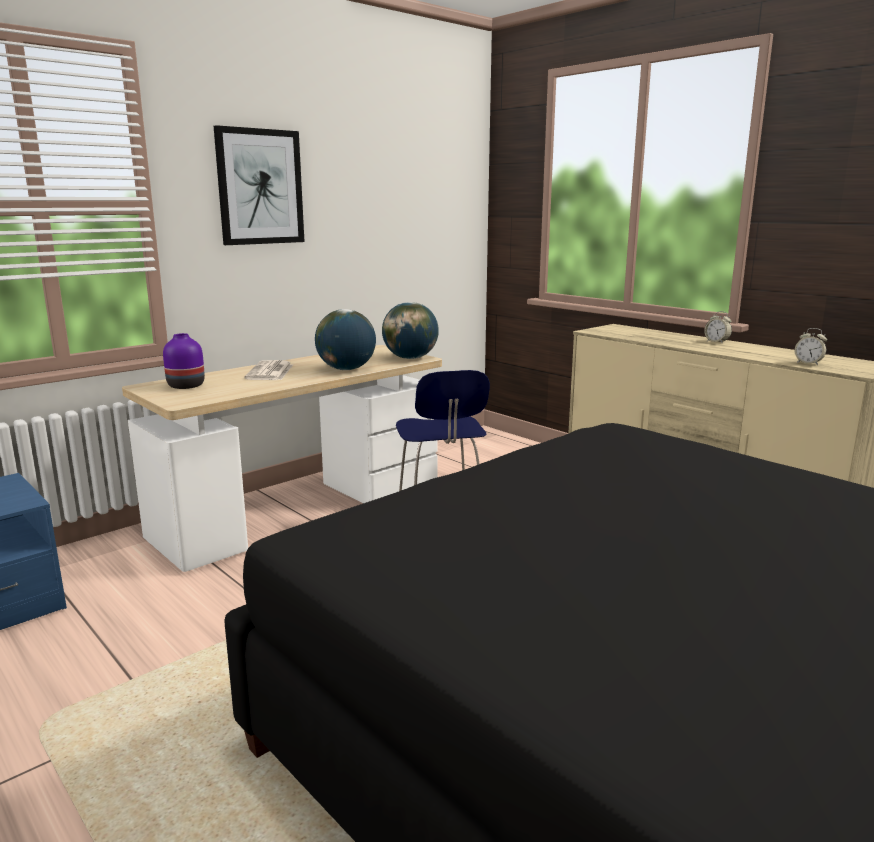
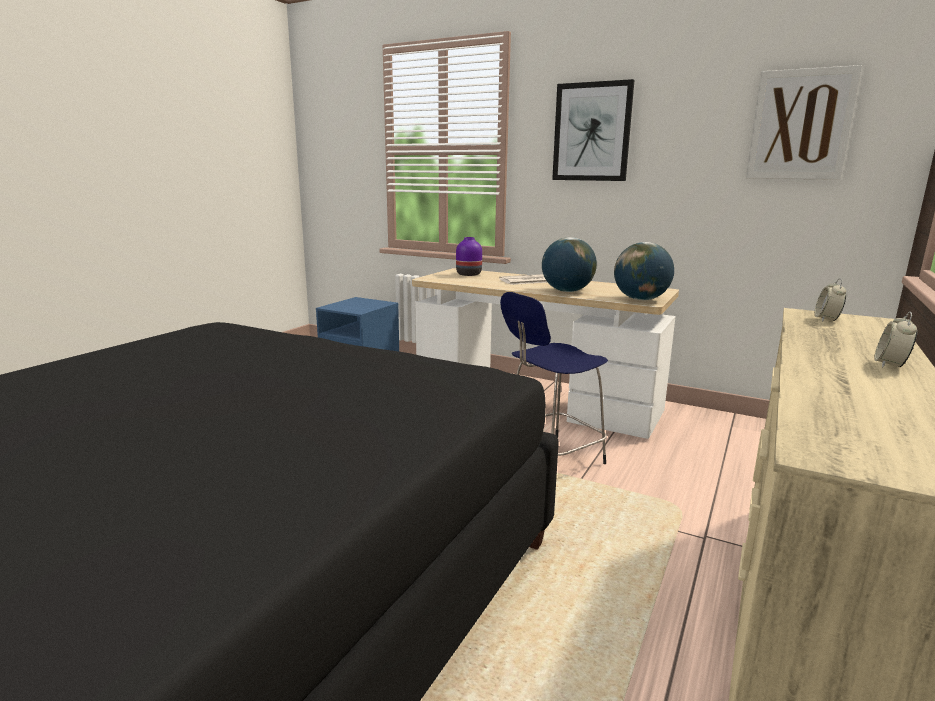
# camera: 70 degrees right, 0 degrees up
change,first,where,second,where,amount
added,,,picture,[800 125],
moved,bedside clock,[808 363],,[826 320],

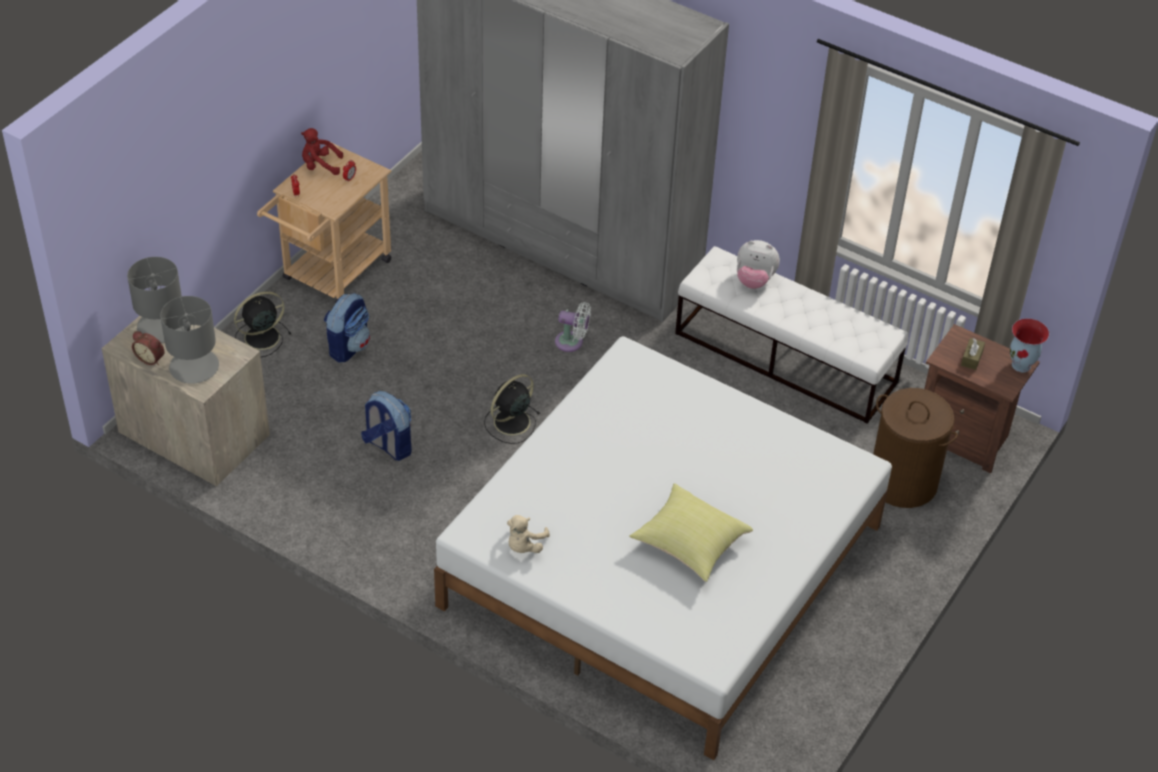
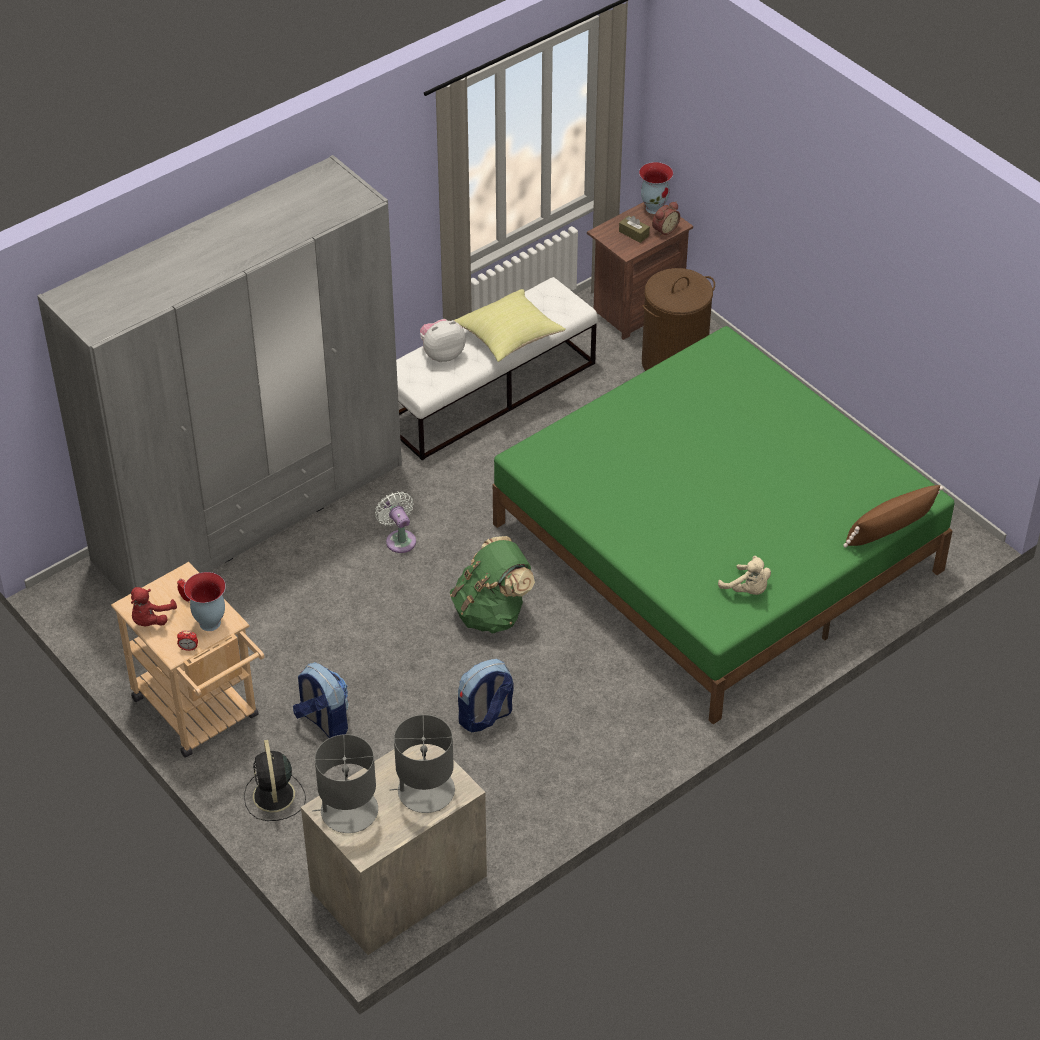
# camera: 70 degrees left, 0 degrees up
change,first,where,second,where,amount
added,,,decorative vase,[209 623],
turned,white cooling fan,[572 342],,[399 539],60 degrees counterclockwise
turned,plush toy,[754 280],,[442 354],150 degrees counterclockwise
replaced,black-coloured cooling fan,[510 423],greenish rucksack,[492 612],
moved,yellow-coloured cushion,[688 544],,[509 338],
recoloured,white bed,[662 565],greenish bed,[715 547],
moved,bedside clock,[151 358],,[664 229],
added,,,brown-coloured cushion,[889 529],

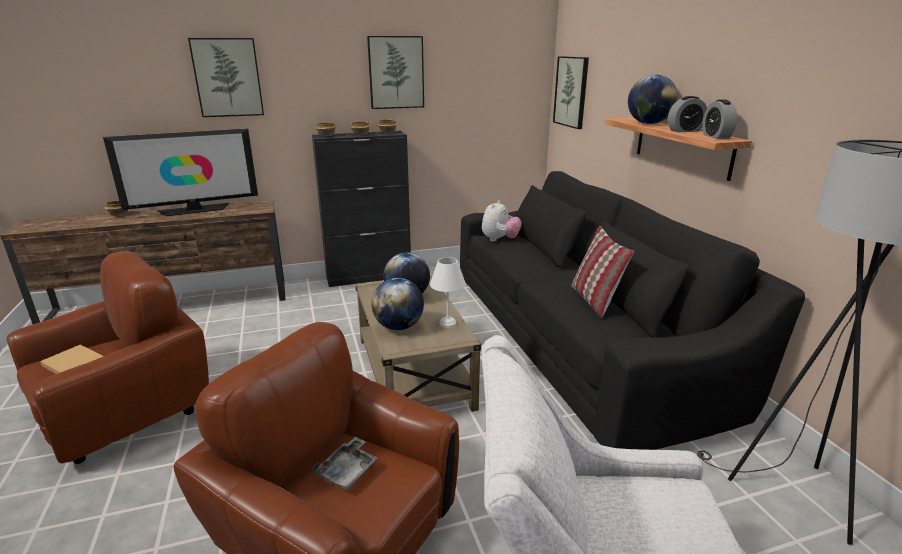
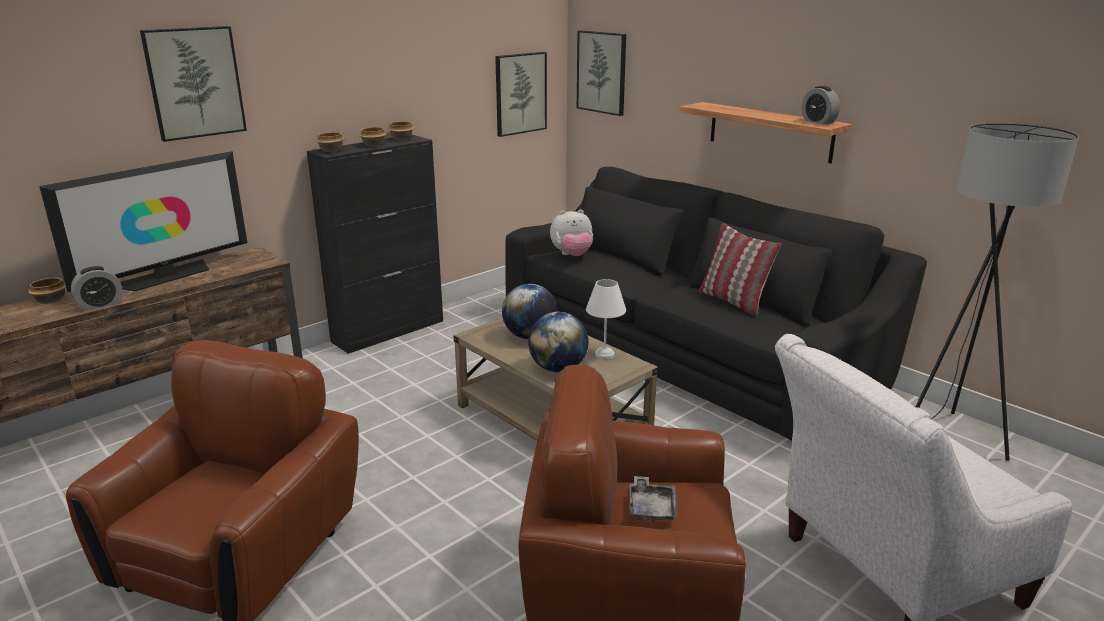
# camera: 25 degrees left, 0 degrees up
change,first,where,second,where,amount
moved,bedside clock,[685 131],,[100 305],
moved,picture,[396 72],,[520 93],
turned,plush toy,[499 240],,[572 255],75 degrees clockwise
removed,sand-coloured bound book,[73 363],,,
removed,world globe,[648 123],,,

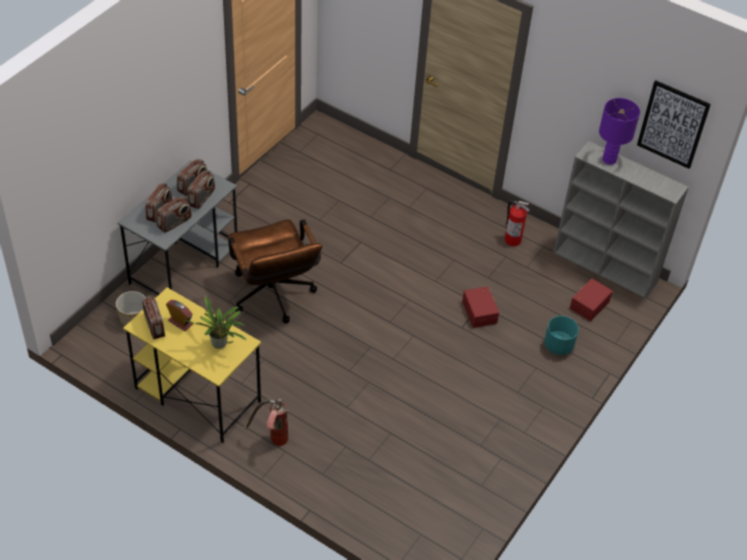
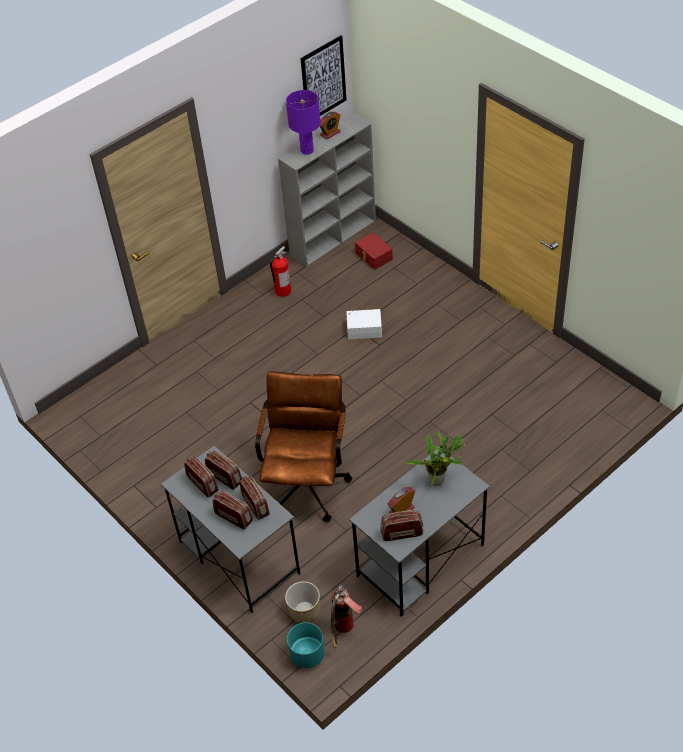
# camera: 70 degrees left, 0 degrees up
change,first,where,second,where,amount
turned,brown-coloured computer chair,[274 298],,[307 482],75 degrees counterclockwise
moved,turquoise flower pot,[558 345],,[307 655],
added,,,bedside clock,[330 133],
moved,fire extinguisher,[272 440],,[344 631],
recoloured,red storage box,[480 312],white storage box,[364 328],
recoloured,yellow-coloured desk table,[197 394],grey desk table,[420 561],

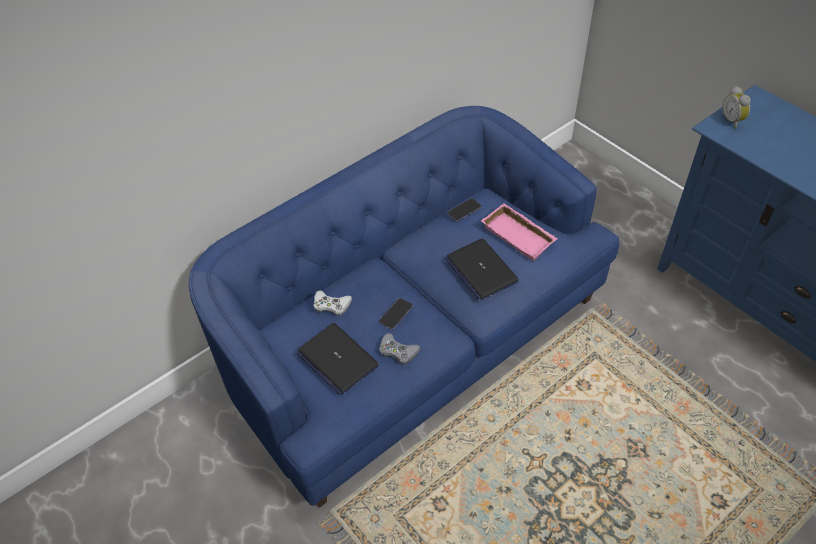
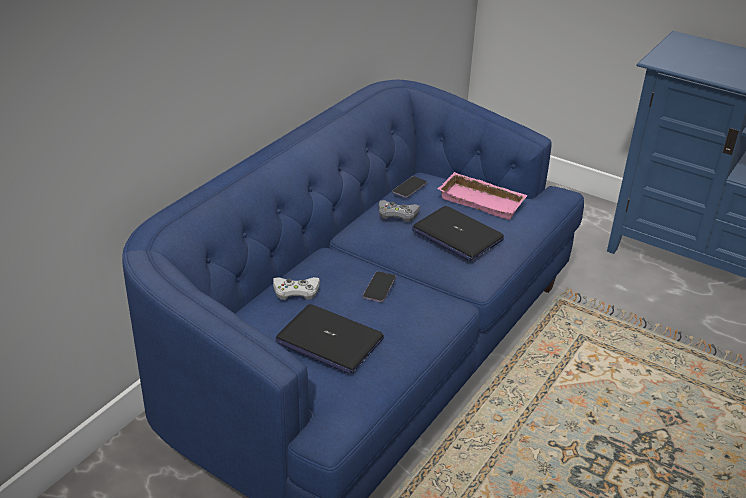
# camera: 20 degrees left, 15 degrees down
change,first,where,second,where,amount
moved,grey joypad,[398 351],,[397 214],
removed,bedside clock,[732 120],,,

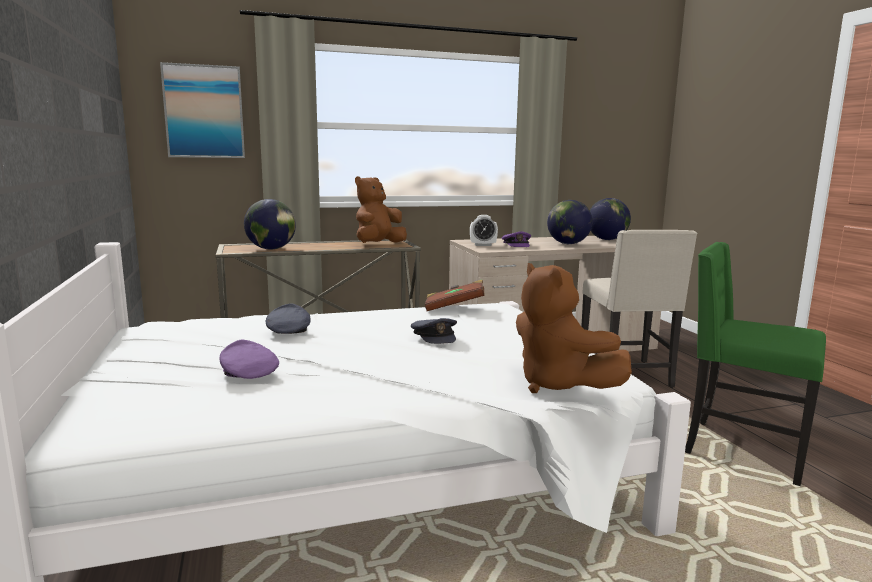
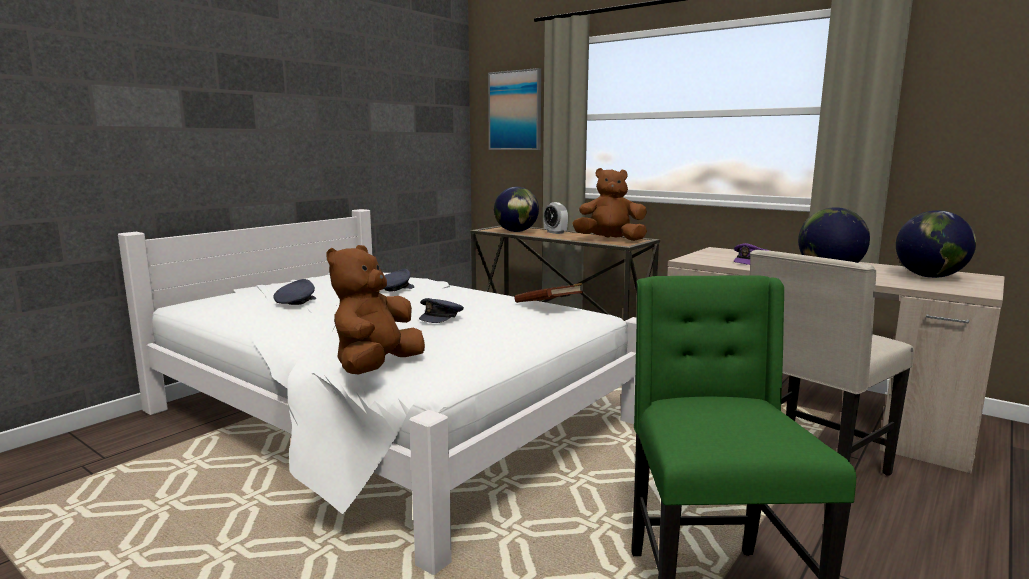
# camera: 55 degrees right, 0 degrees up
change,first,where,second,where,amount
recoloured,purplish peaked cap,[248 373],grey peaked cap,[295 302],
moved,bedside clock,[483 245],,[555 232],

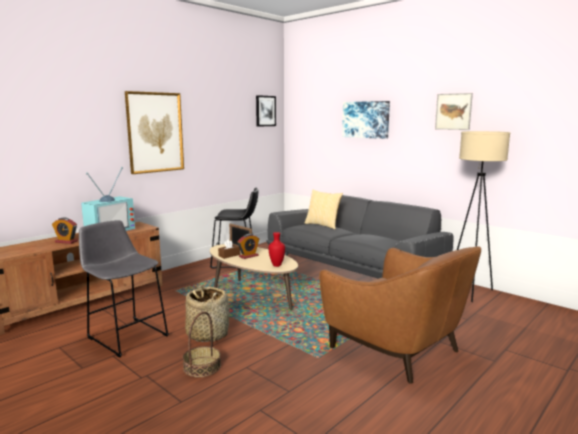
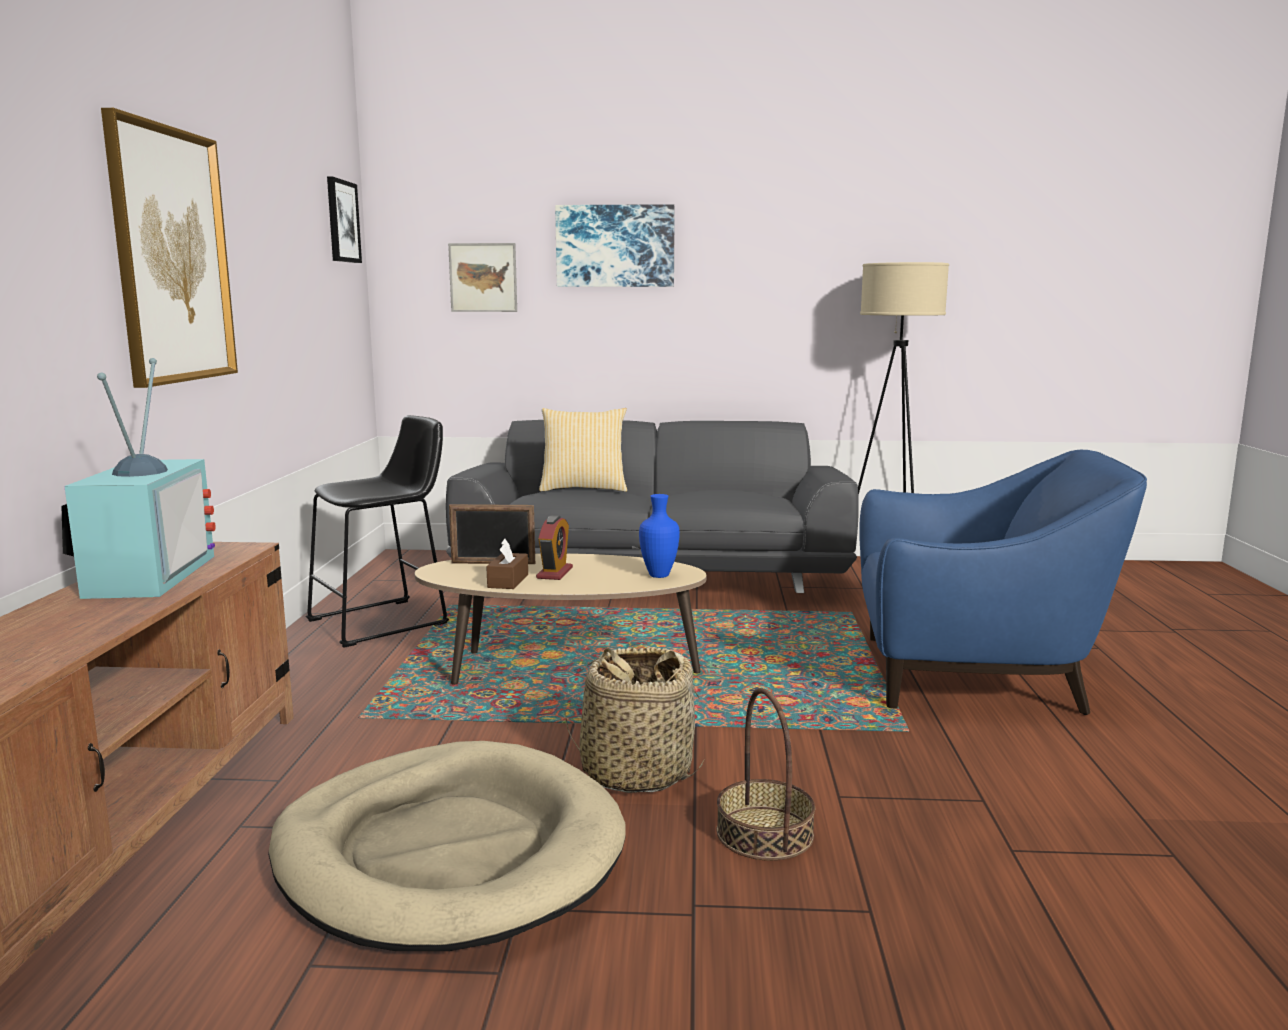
# camera: 40 degrees left, 0 degrees up
change,first,where,second,where,amount
replaced,grey sitting stool,[126 335],sand-coloured pet bed,[449 853],
moved,picture,[453 111],,[483 277],
recoloured,red decorative vase,[276 265],blue decorative vase,[659 576],
recoloured,brown-coloured armchair,[396 349],blue armchair,[973 676],
removed,bedside clock,[66 241],,,

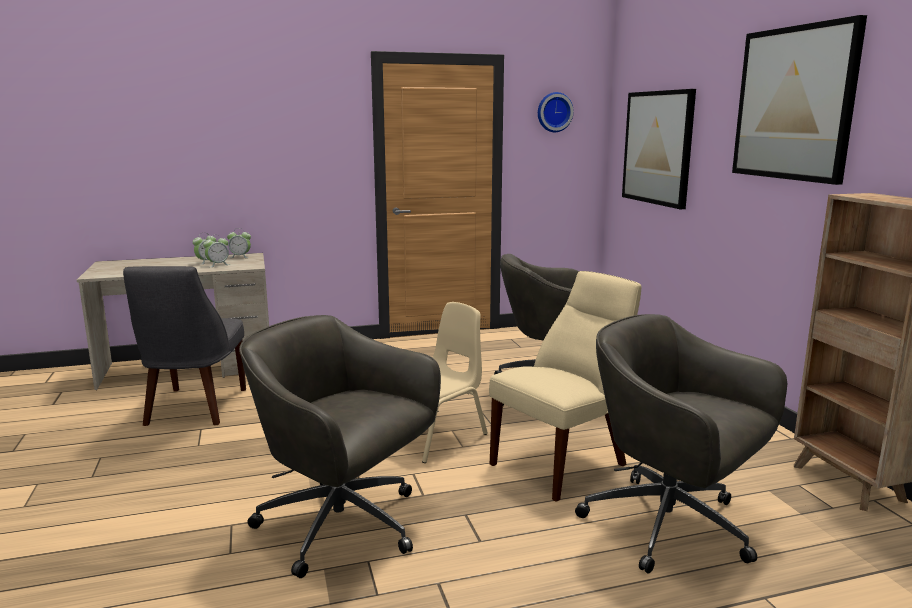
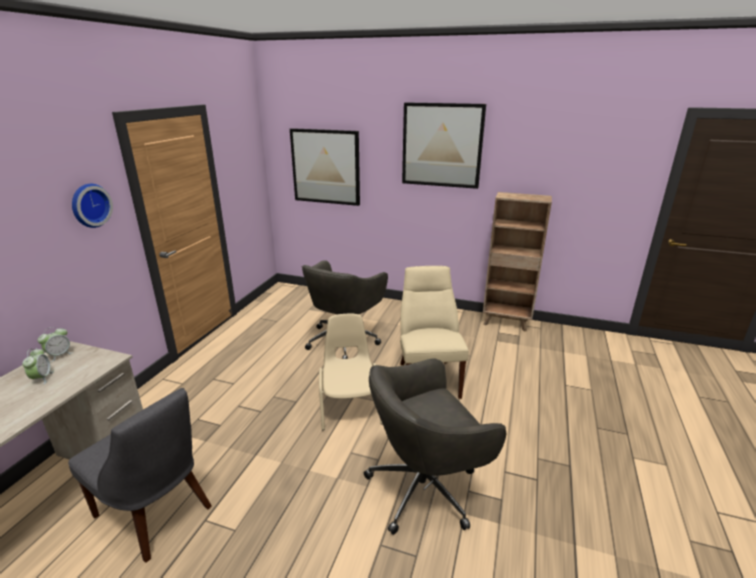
# camera: 55 degrees left, 10 degrees up
change,first,where,second,where,amount
moved,wall clock,[554 112],,[89 205],
removed,bedside clock,[217 265],,,
removed,grey computer chair,[671 527],,,

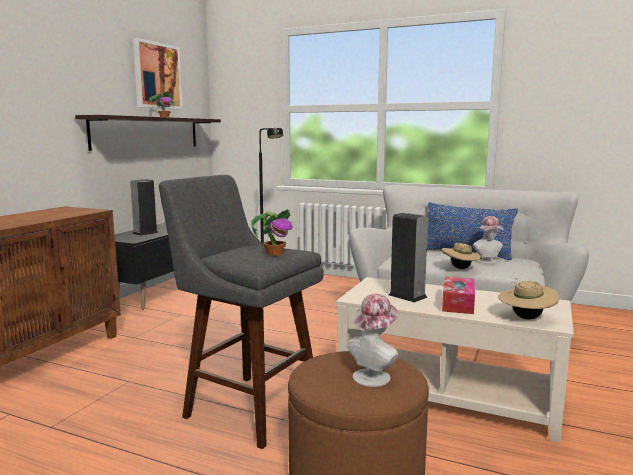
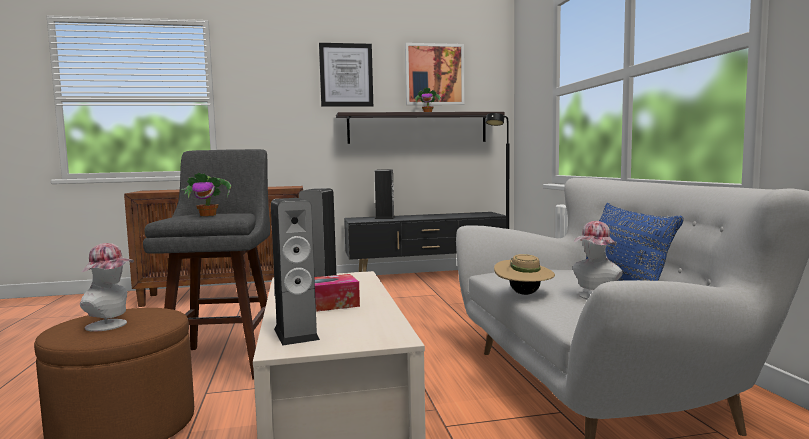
# camera: 55 degrees right, 5 degrees down
change,first,where,second,where,amount
replaced,sand-coloured hat,[526 318],speaker,[296 334],
added,,,picture,[346 75],

